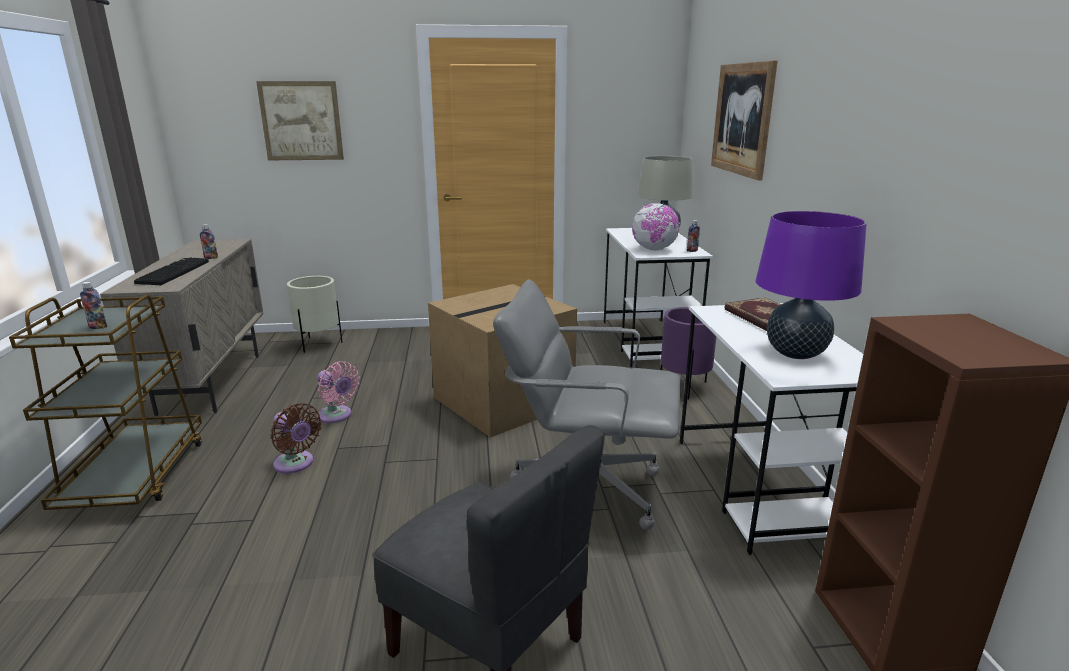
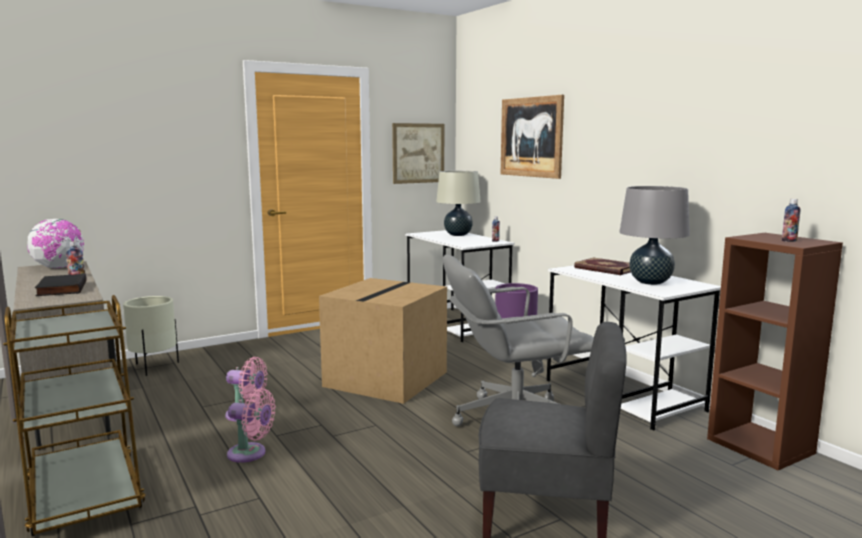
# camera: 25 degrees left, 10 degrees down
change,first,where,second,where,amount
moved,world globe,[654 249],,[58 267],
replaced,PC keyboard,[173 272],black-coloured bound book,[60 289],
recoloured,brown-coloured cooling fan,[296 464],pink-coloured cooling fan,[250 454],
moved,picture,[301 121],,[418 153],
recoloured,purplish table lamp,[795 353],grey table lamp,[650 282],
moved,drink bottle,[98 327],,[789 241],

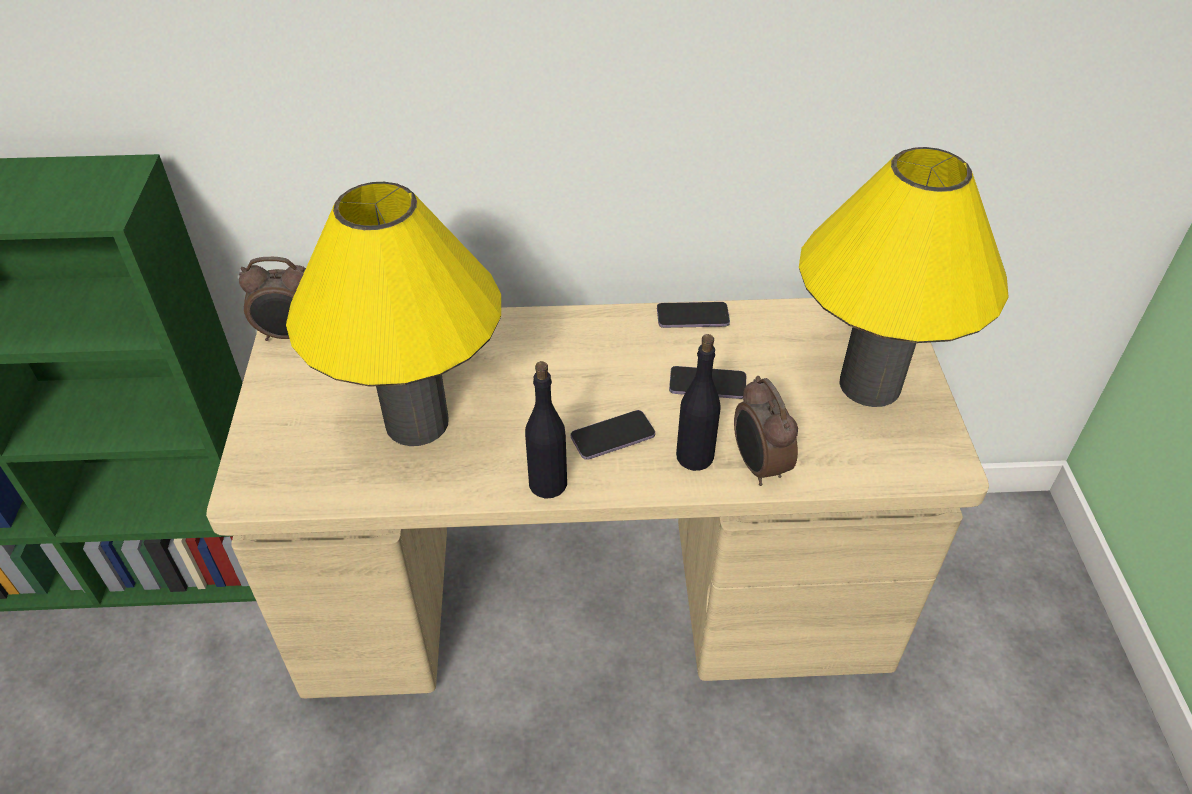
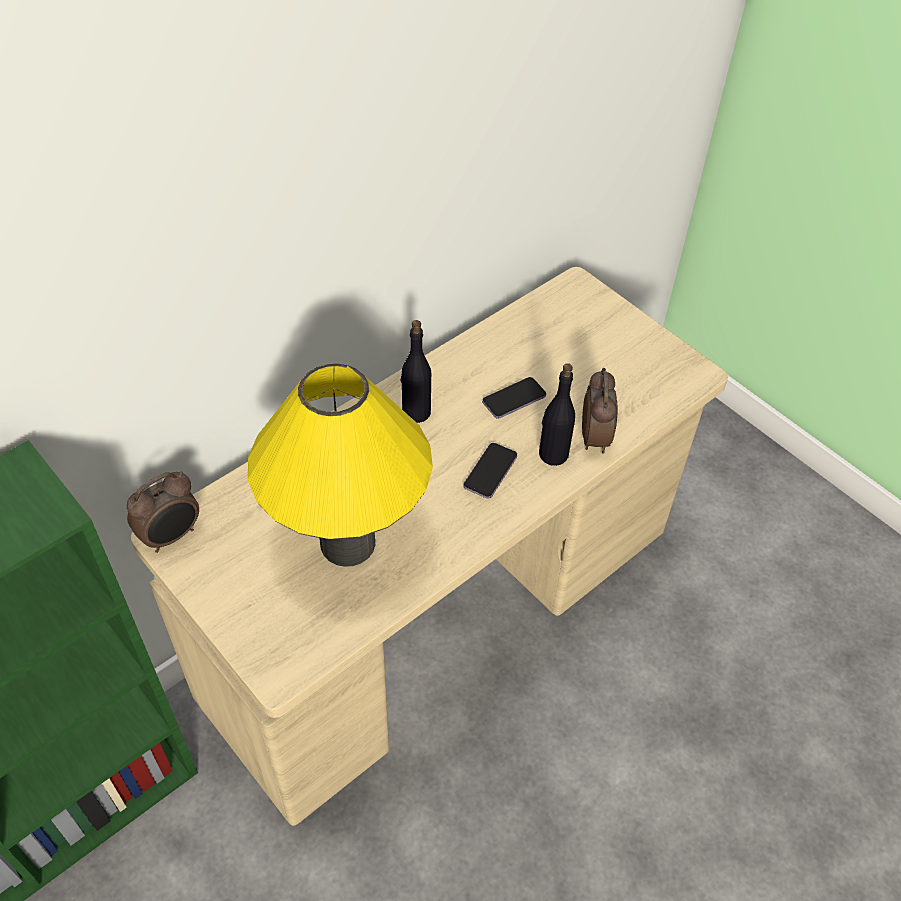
# camera: 40 degrees left, 5 degrees up
change,first,where,second,where,amount
moved,black-coloured drink bottle,[547 483],,[416 412],
turned,bedside clock,[758 466],,[595 437],120 degrees counterclockwise
removed,phone,[692 317],,,
removed,yellow-coloured table lamp,[870 385],,,

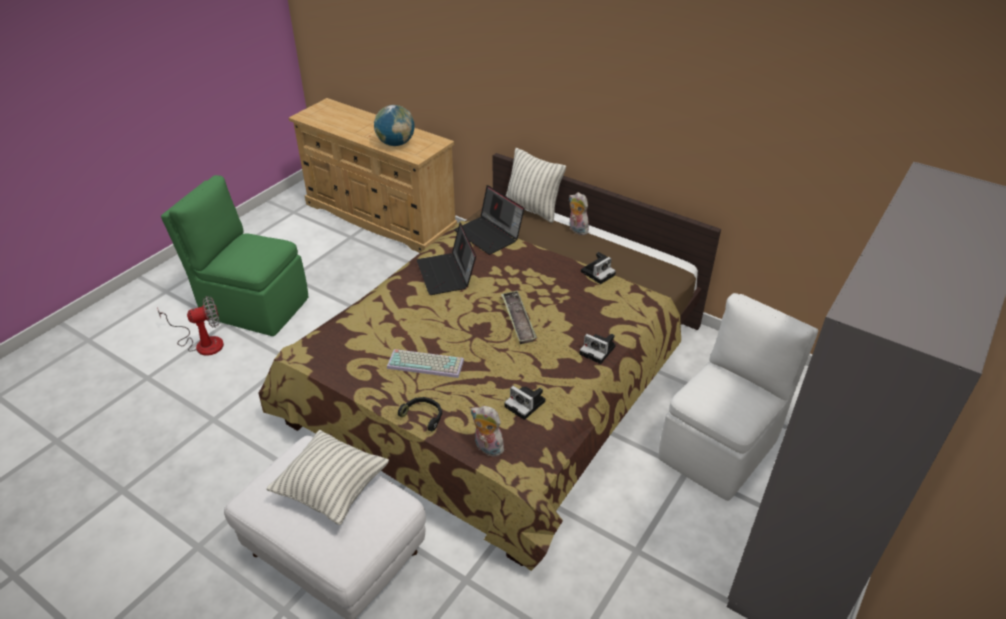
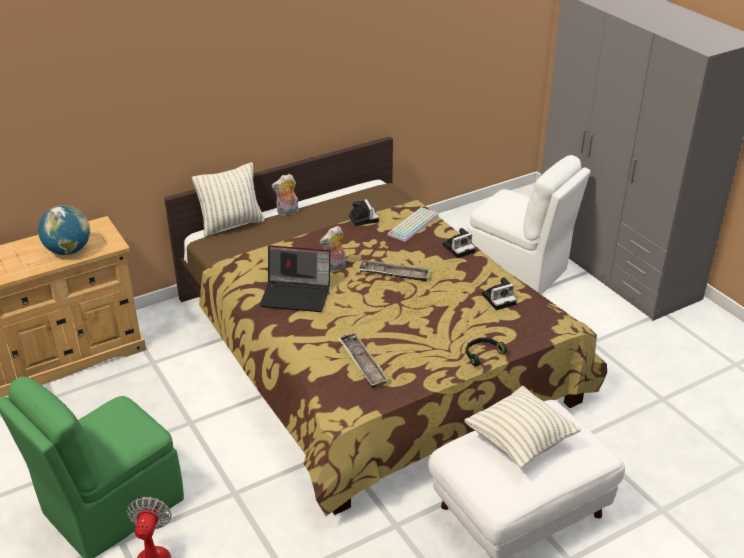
# camera: 65 degrees left, 5 degrees down
change,first,where,second,where,amount
moved,plush toy,[487 448],,[334 268],
added,,,tray,[362 363],
moved,PC keyboard,[426 363],,[412 224],
turned,white plain chair,[720 447],,[518 271],150 degrees clockwise
removed,portable computer,[489 235],,,

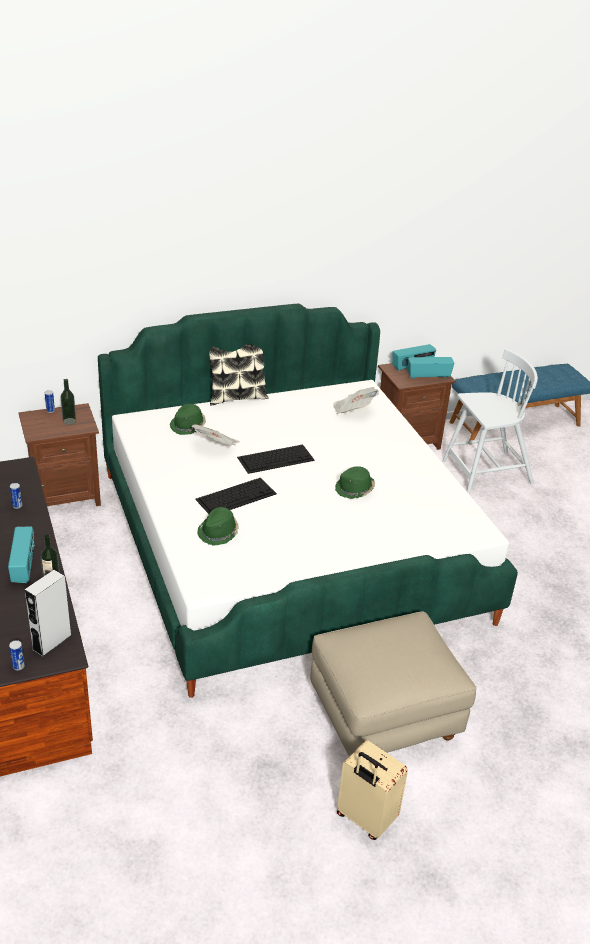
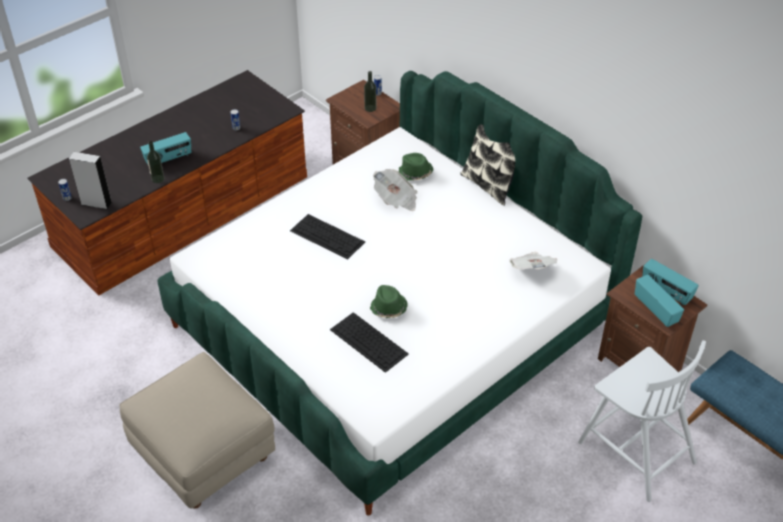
# camera: 70 degrees right, 10 degrees up
change,first,where,second,where,amount
moved,PC keyboard,[276 458],,[369 342],
removed,greenish hat,[218 533],,,
removed,sand-coloured suitcase,[365 819],,,

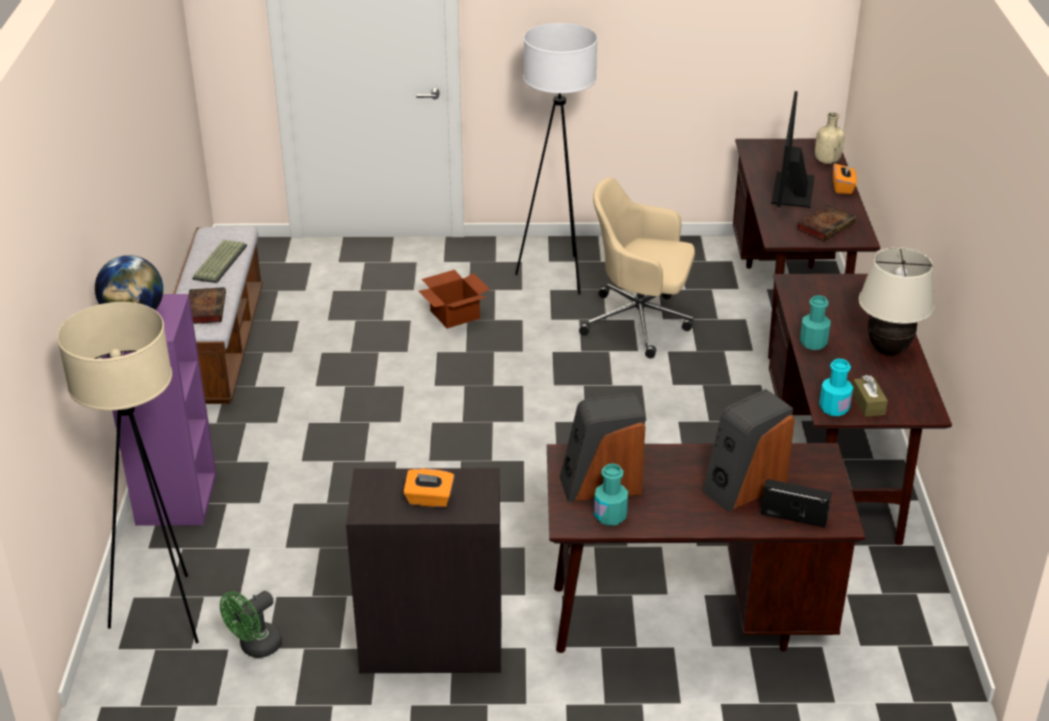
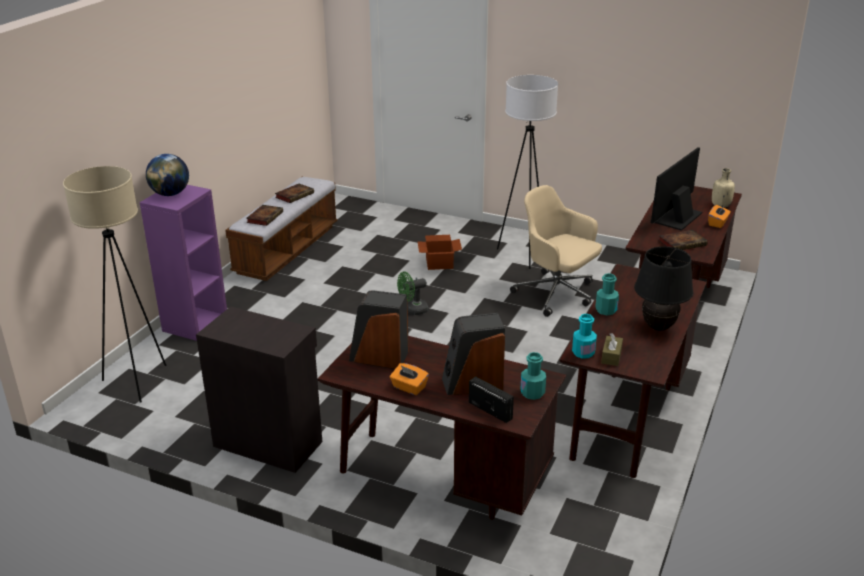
# camera: 25 degrees right, 5 degrees down
change,first,where,second,where,amount
replaced,PC keyboard,[219 262],bound book,[295 195],
moved,orange tissue box,[429 500],,[409 388],
moved,greenish cooling fan,[255 648],,[413 310],
moved,turquoise drink bottle,[610 516],,[532 393],
recoloured,sand-coloured table lamp,[888 350],black-coloured table lamp,[658 327],

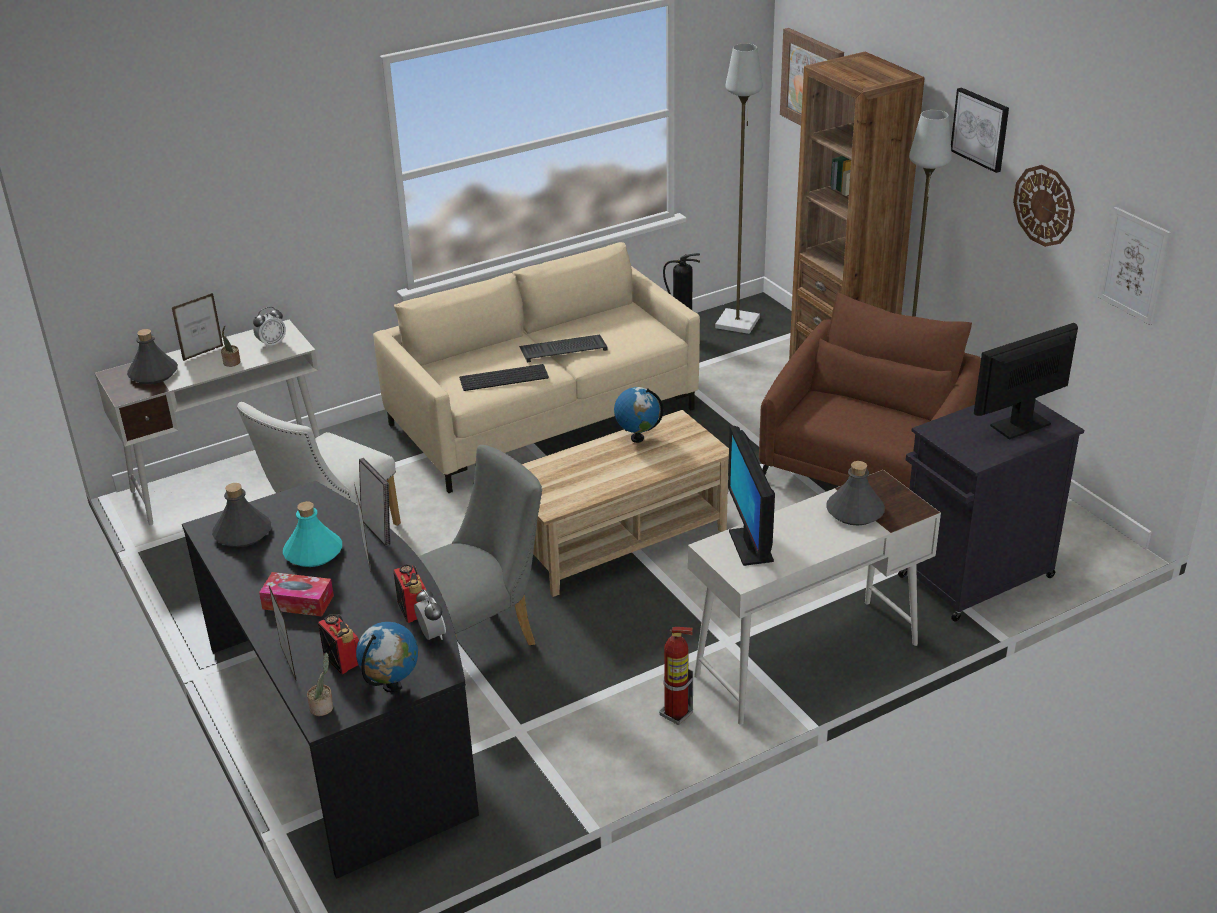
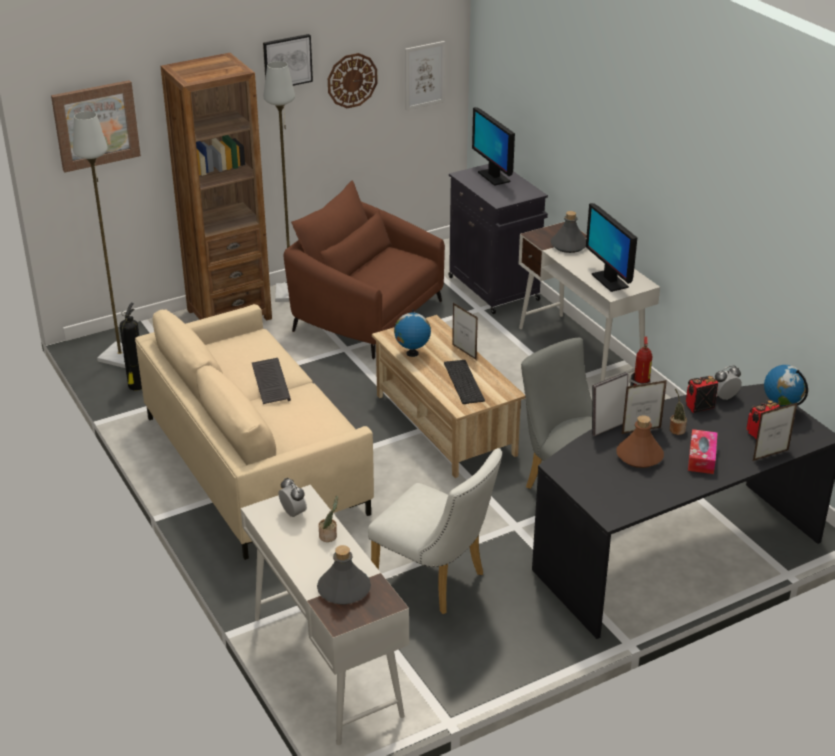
# camera: 90 degrees left, 0 degrees up
change,first,where,second,where,amount
moved,PC keyboard,[504 377],,[462 381],
moved,photo frame,[203 353],,[464 352],
turned,monitor,[750 546],,[609 281],75 degrees clockwise
recoloured,turquoise drink bottle,[313 553],brown-coloured drink bottle,[639 456],
moved,plant in a pot,[323 707],,[676 429],
removed,grey drink bottle,[242 533],,,

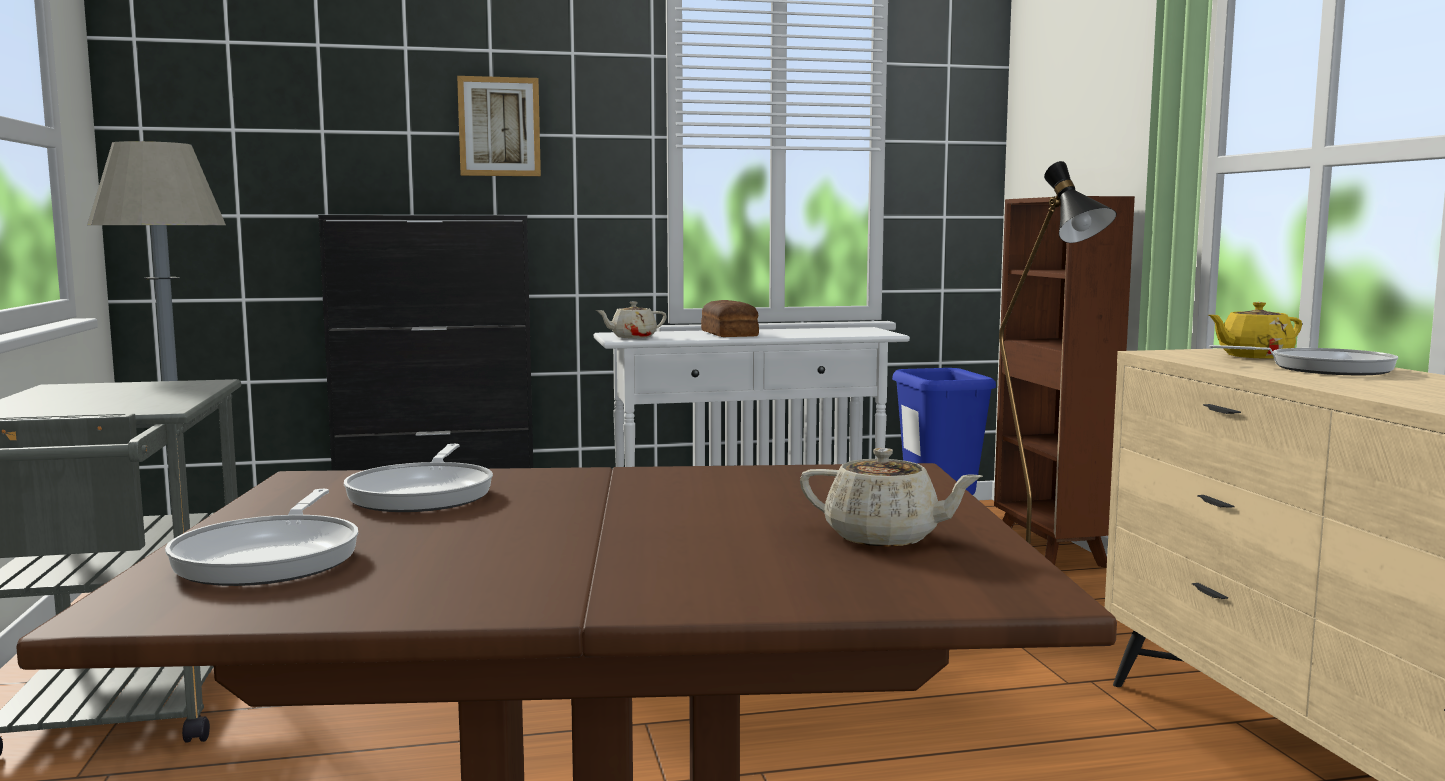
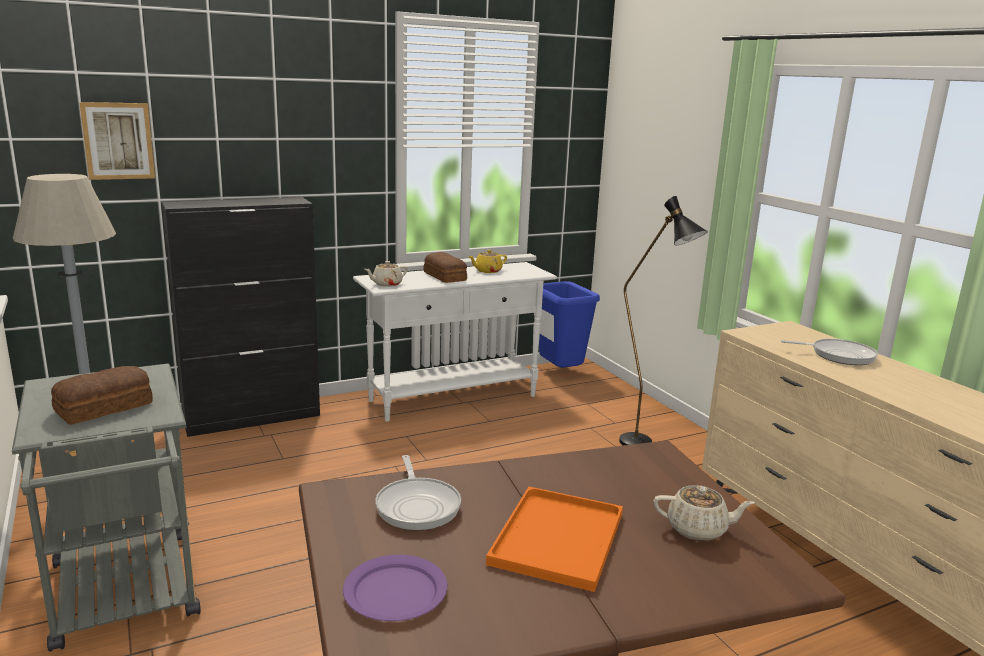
# camera: 15 degrees left, 10 degrees up
change,first,where,second,where,amount
added,,,baked bread,[106 408],
moved,picture,[499 127],,[118 141],
replaced,pan,[272 557],purplish flat dish,[396 591],
moved,yellow-coloured teapot,[1253 356],,[487 271],
added,,,orange tray,[558 540],
removed,brown-coloured bookcase,[1050 554],,,

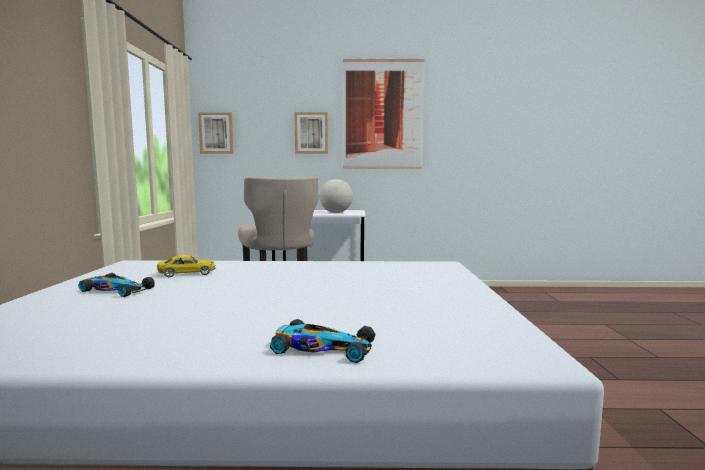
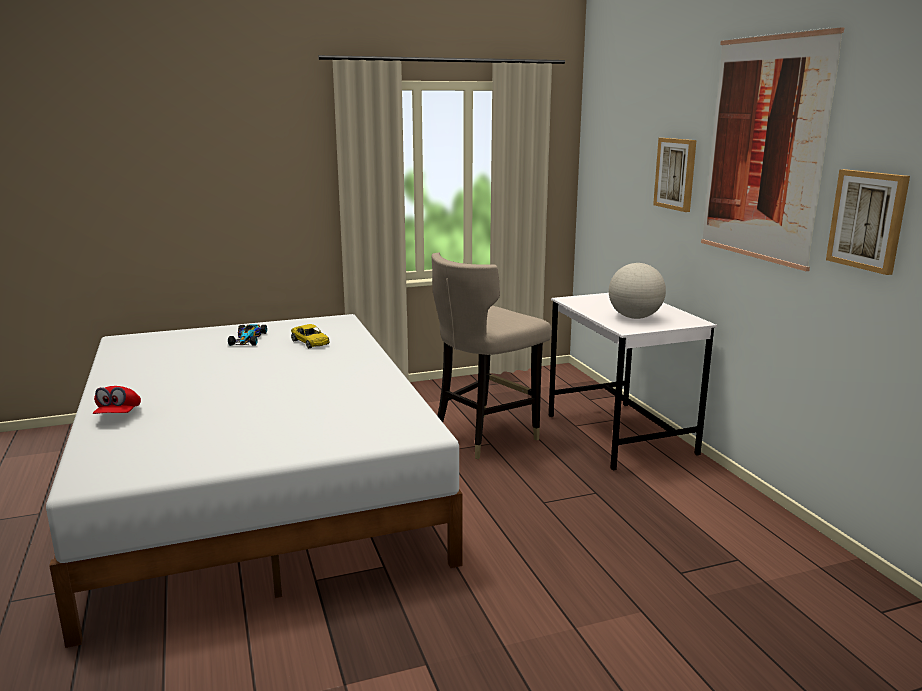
# camera: 70 degrees right, 10 degrees up
change,first,where,second,where,amount
replaced,miniature car,[321 348],red peaked cap,[118 415],
moved,picture,[216 133],,[868 220],

